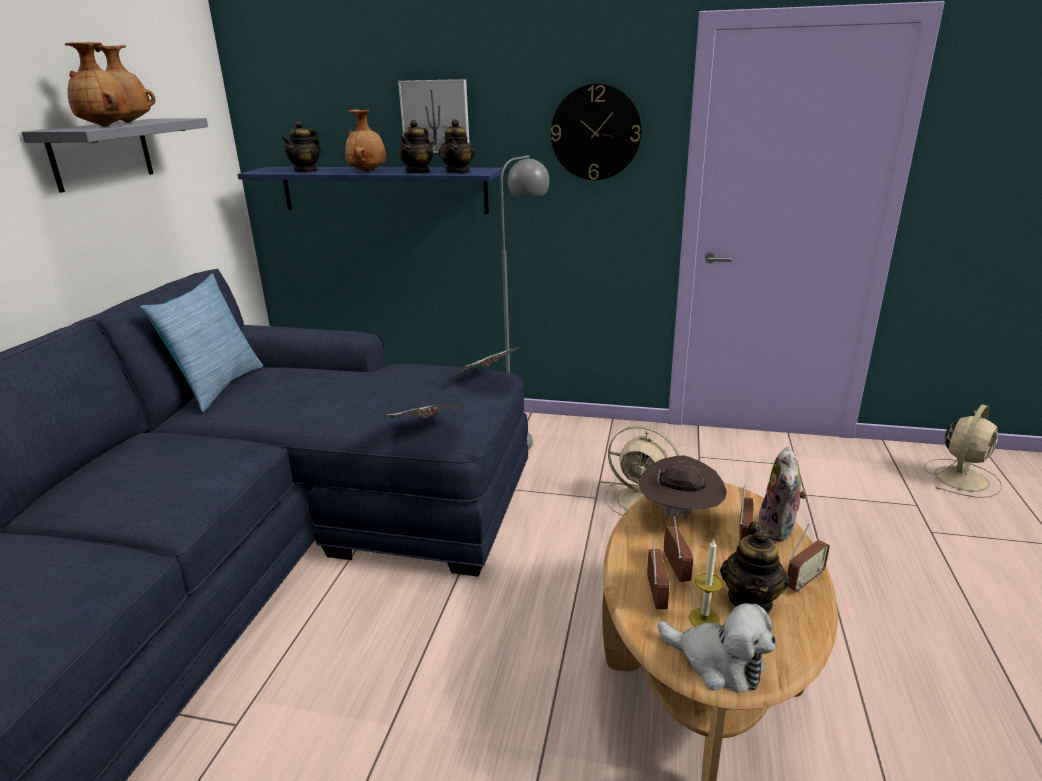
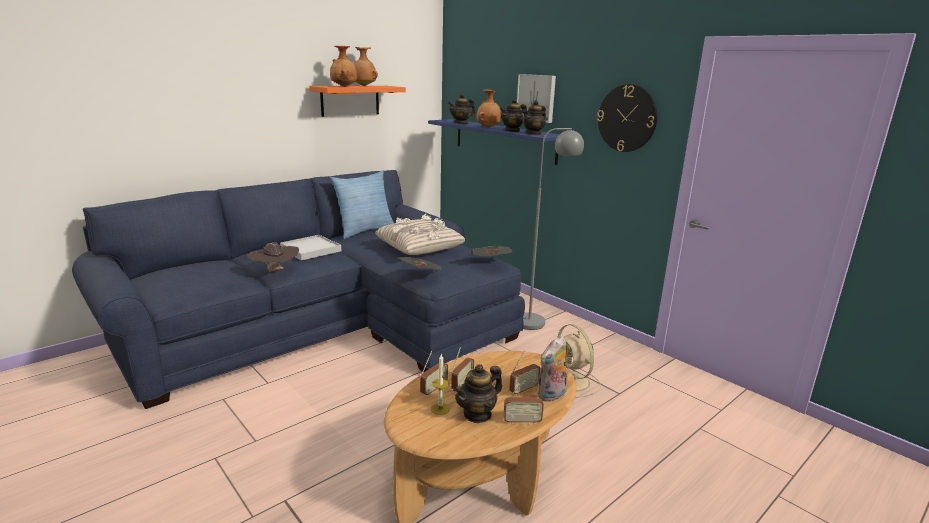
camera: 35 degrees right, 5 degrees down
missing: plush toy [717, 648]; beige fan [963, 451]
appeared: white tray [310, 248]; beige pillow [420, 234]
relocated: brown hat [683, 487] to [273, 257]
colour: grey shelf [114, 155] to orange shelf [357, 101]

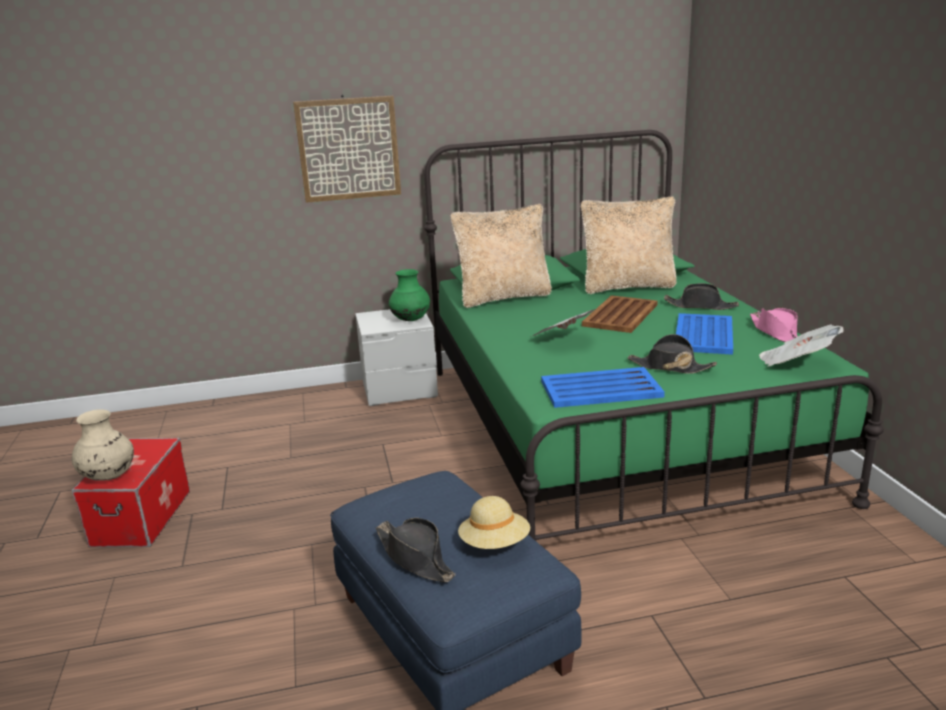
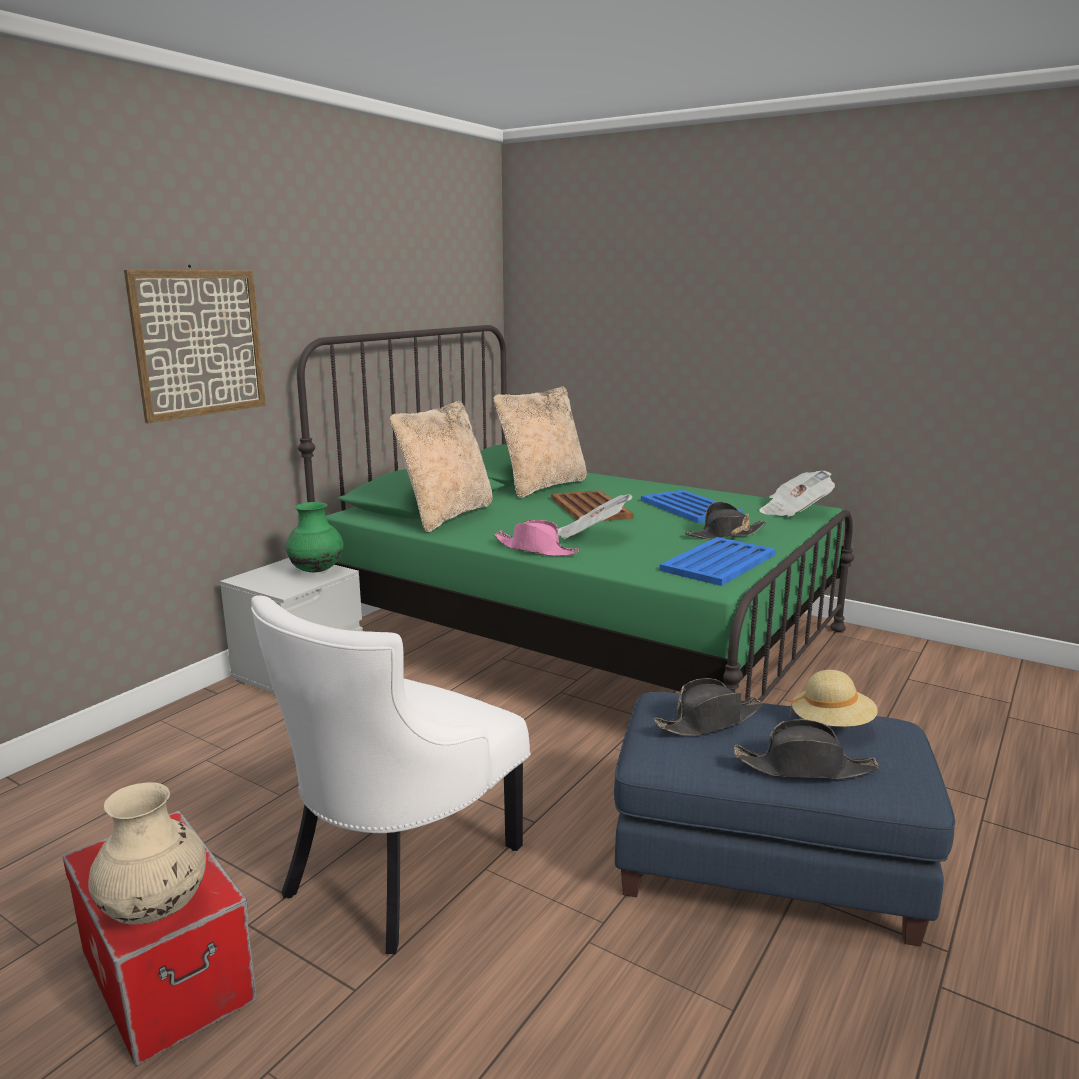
camera: 45 degrees left, 5 degrees down
appeared: white chair [391, 774]
relocated: black hat [701, 296] to [708, 707]; pink hat [774, 325] to [536, 538]

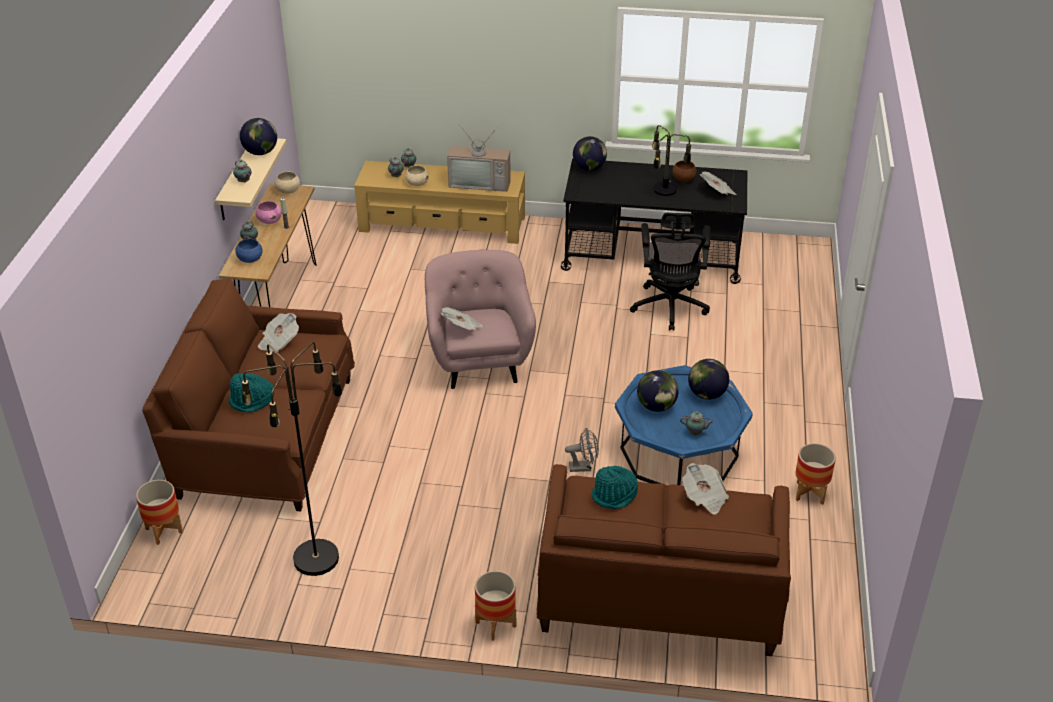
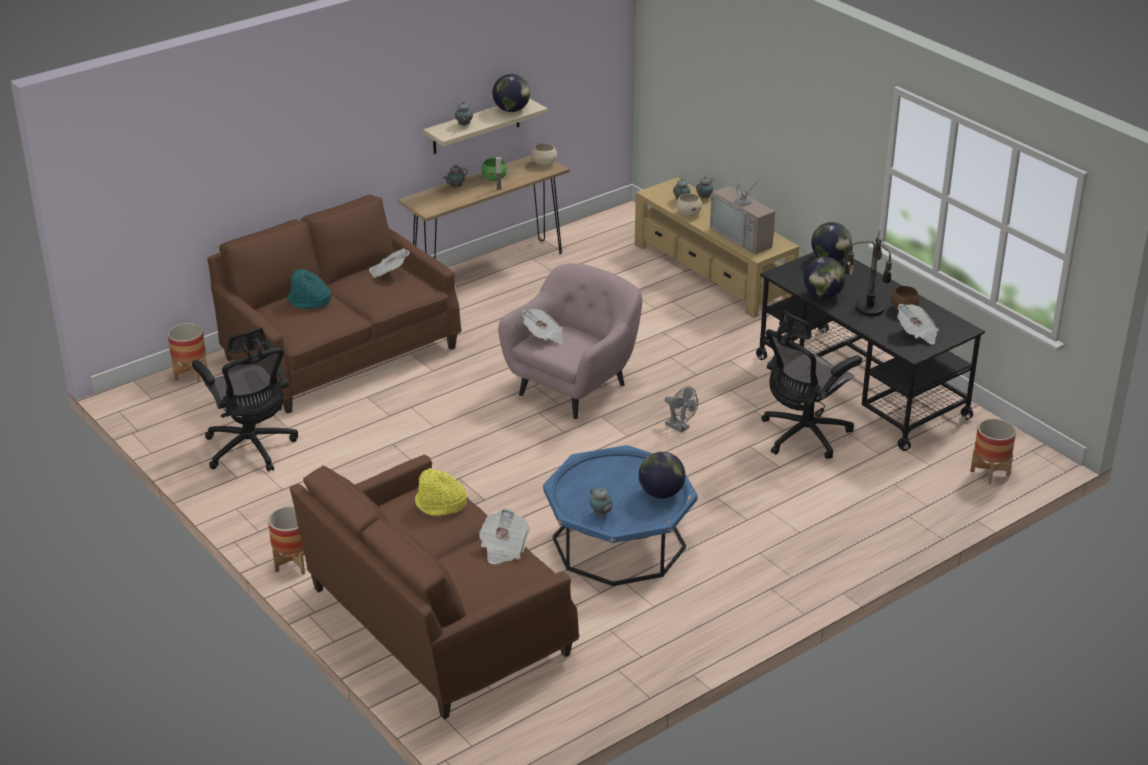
camera: 45 degrees right, 5 degrees down
missing: blue bowl [249, 251]
relocated: grey fan [582, 450] to [681, 409]; globe [658, 391] to [824, 278]; planter [815, 474] to [993, 452]
exchanged: floor lamp [292, 459] to office chair [245, 399]
colour: pink bowl [269, 212] to green bowl [494, 169]; turquoise hat [615, 487] to yellow hat [441, 492]

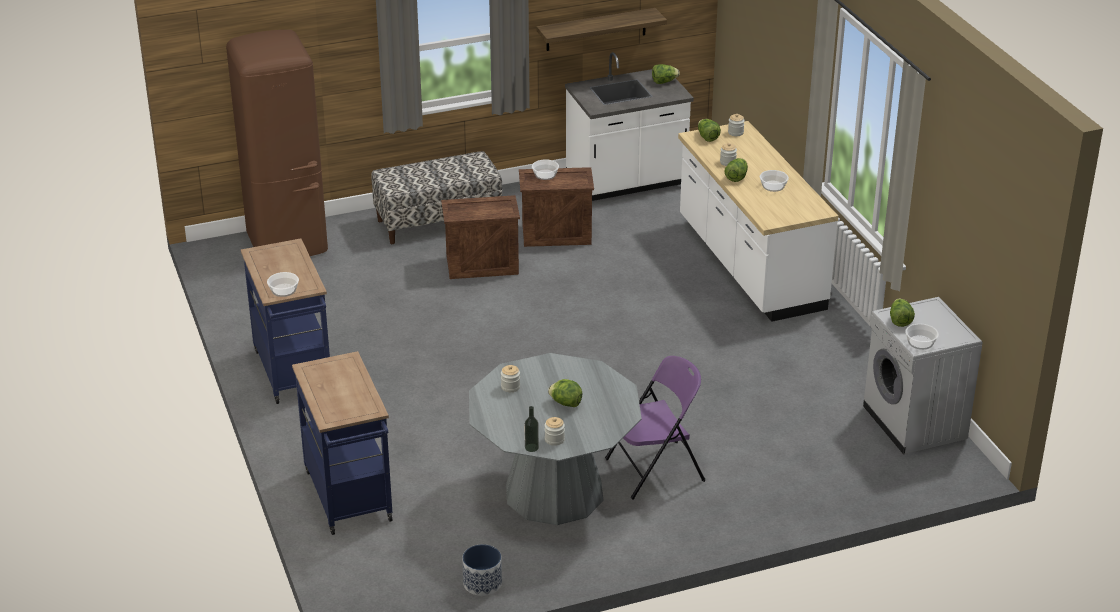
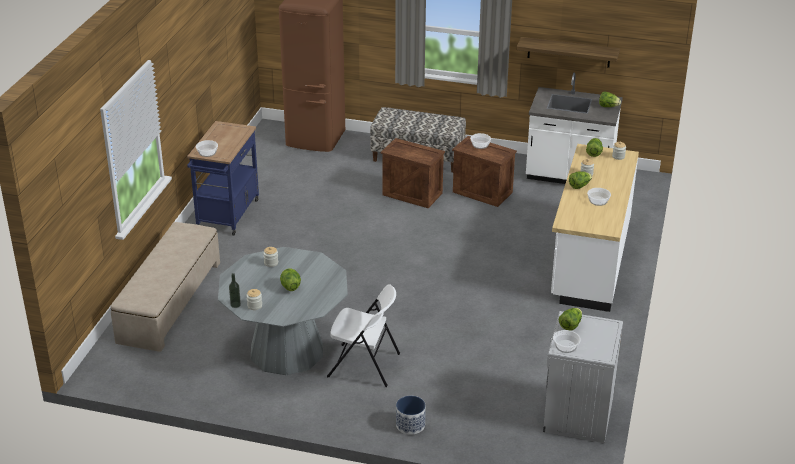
camera: 35 degrees right, 0 degrees up
relocated: planter [482, 570] to [411, 415]
exchanged: blue cart [342, 443] to beige bench [165, 287]
colour: purple chair [655, 428] to white chair [363, 335]

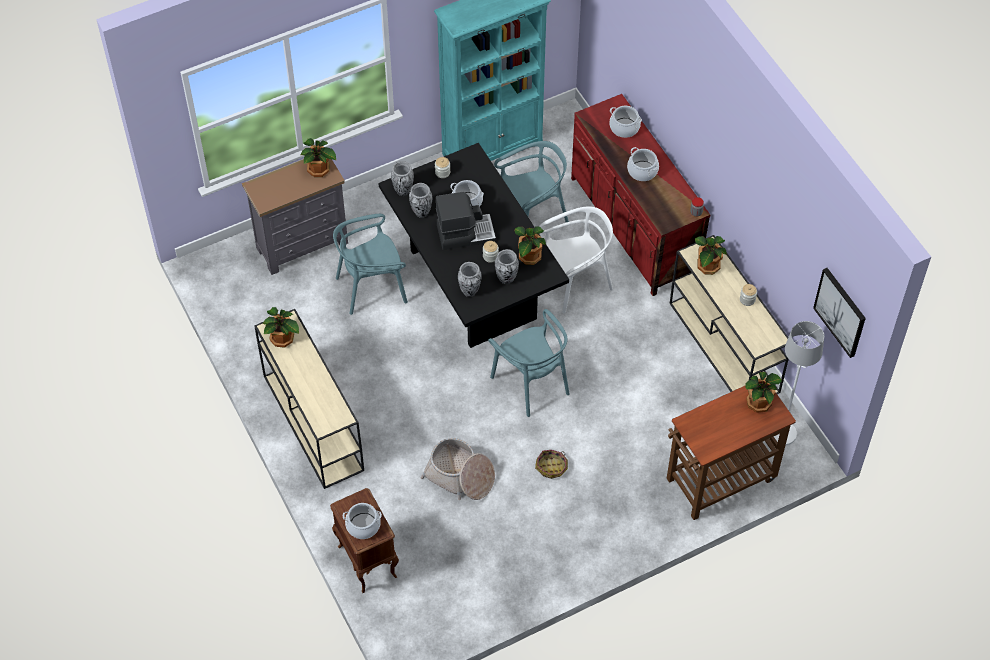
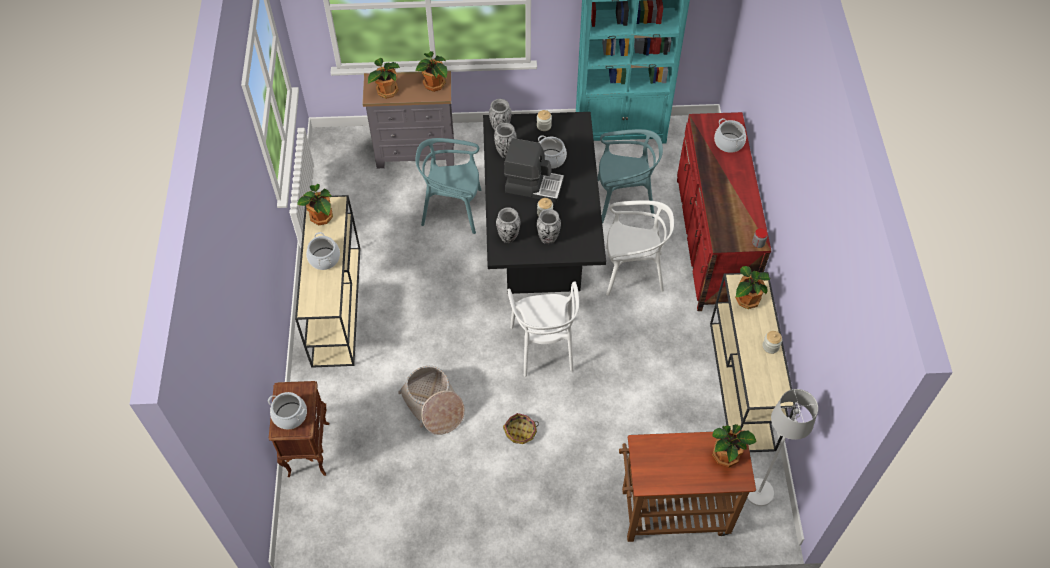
camera: 25 degrees right, 0 degrees up
missing: picture [839, 313]
relocated: potted plant [530, 245] to [384, 78]; cooking pot [643, 164] to [323, 251]
colour: turquoise chair [528, 363] to white chair [543, 329]

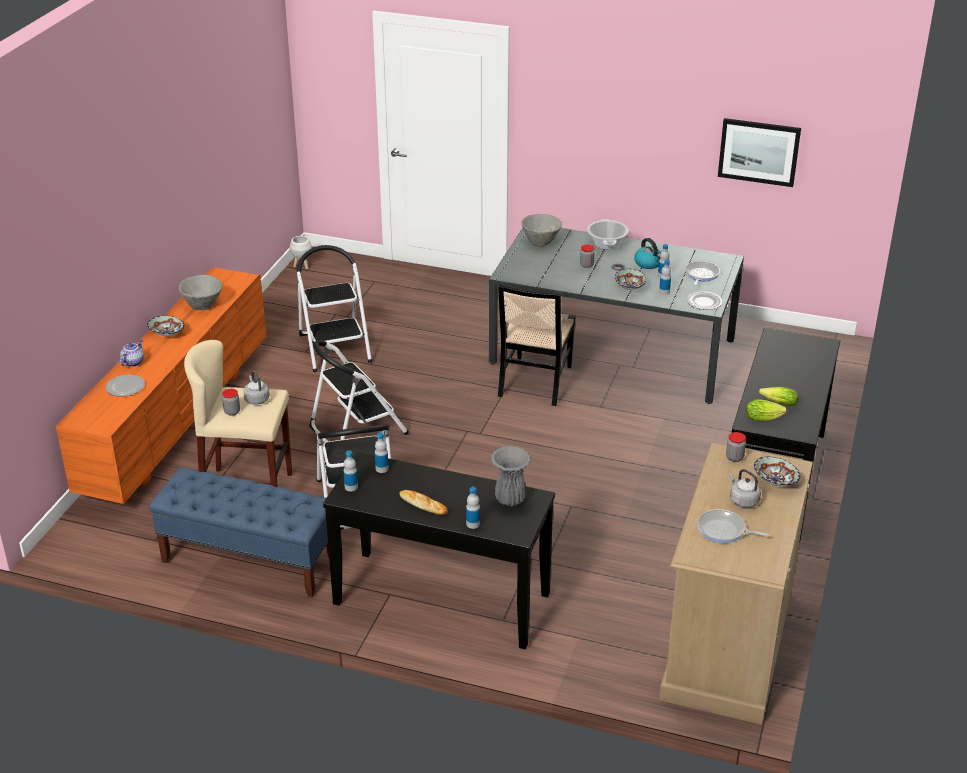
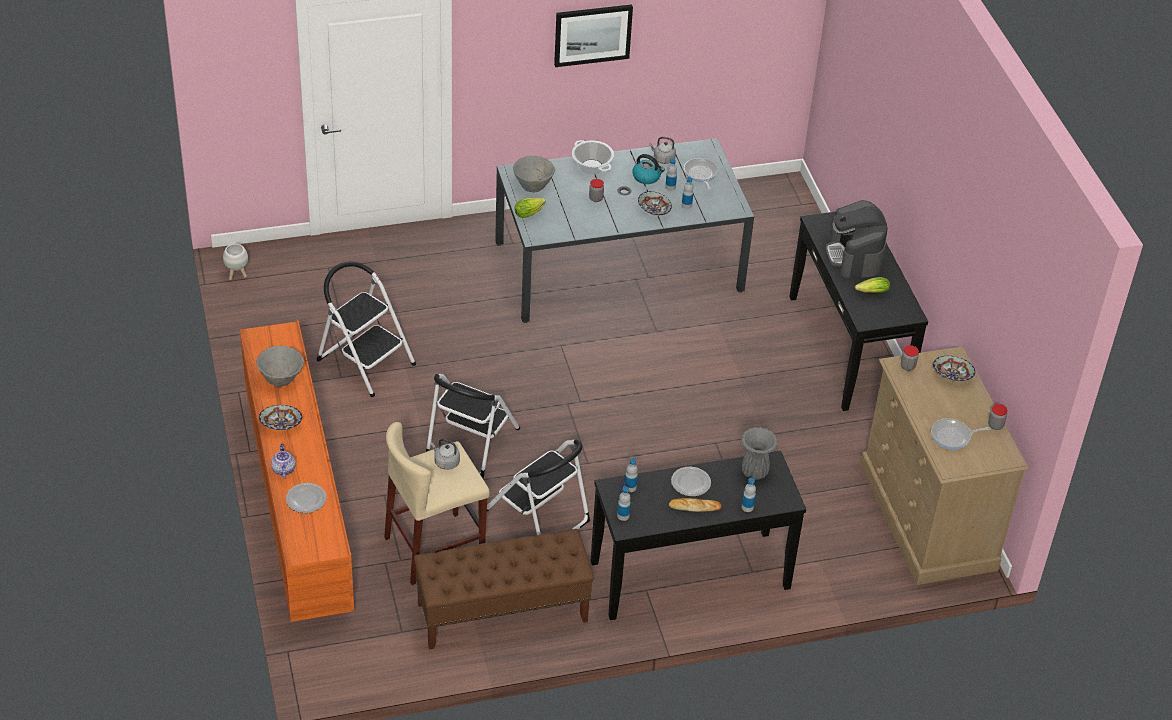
camera: 35 degrees left, 10 degrees up
missing: chair [536, 345]
appeared: coffee machine [856, 239]
relocated: jar [231, 402] to [998, 417]; plate [704, 300] to [691, 481]; picture [759, 152] to [593, 35]; grey kettle [745, 488] to [662, 150]; lettuce [766, 410] to [530, 207]
colour: blue bench [239, 532] to brown bench [504, 589]

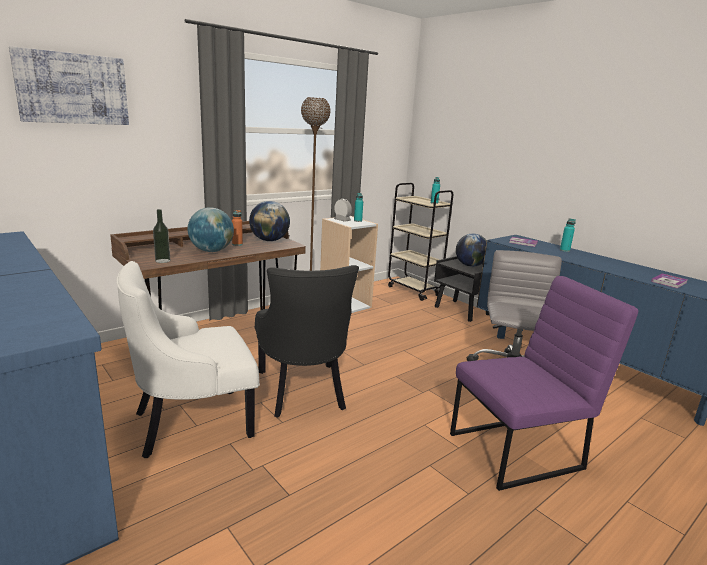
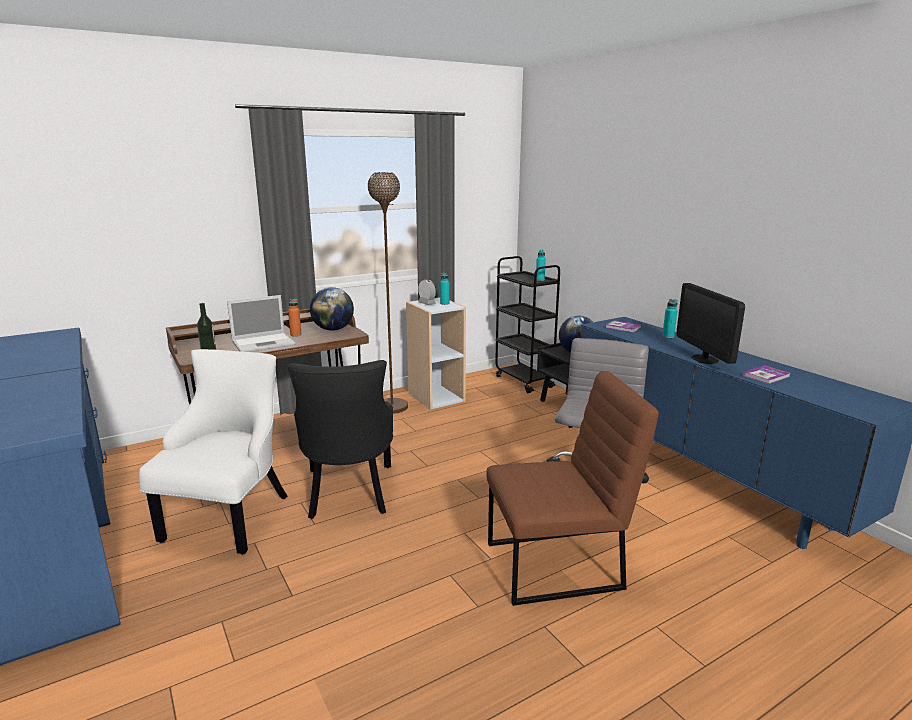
camera: 10 degrees right, 0 degrees up
missing: picture [69, 85]
appeared: monitor [710, 323]
exchanged: globe [211, 229] to laptop [261, 323]
colour: beige cart [420, 242] to black cart [527, 324]; purple chair [544, 383] to brown chair [572, 488]
spun: white chair [188, 359] = [213, 452] 120 degrees clockwise

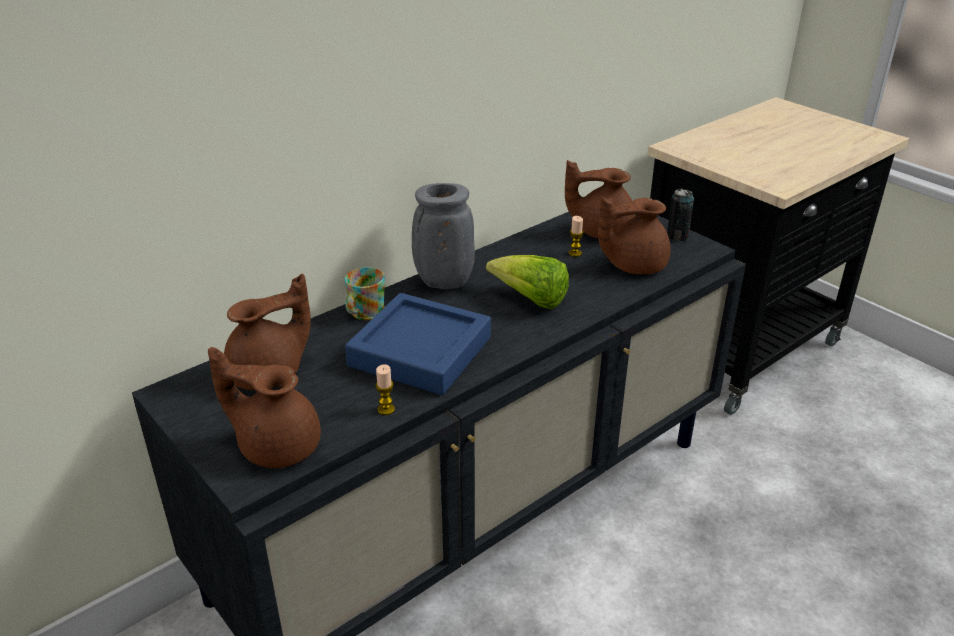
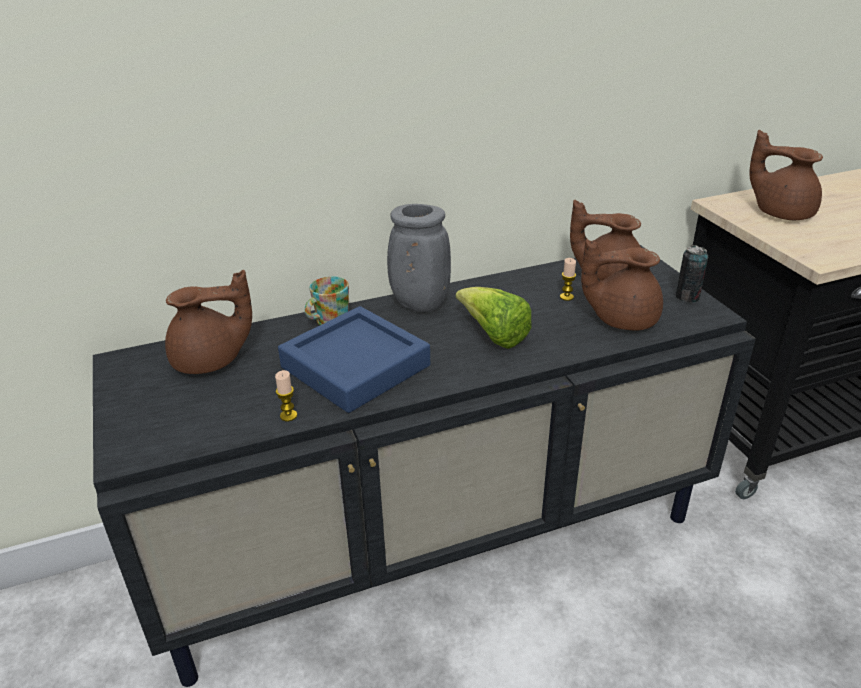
camera: 20 degrees right, 0 degrees up
relocated: brown teapot [264, 407] to [786, 175]

